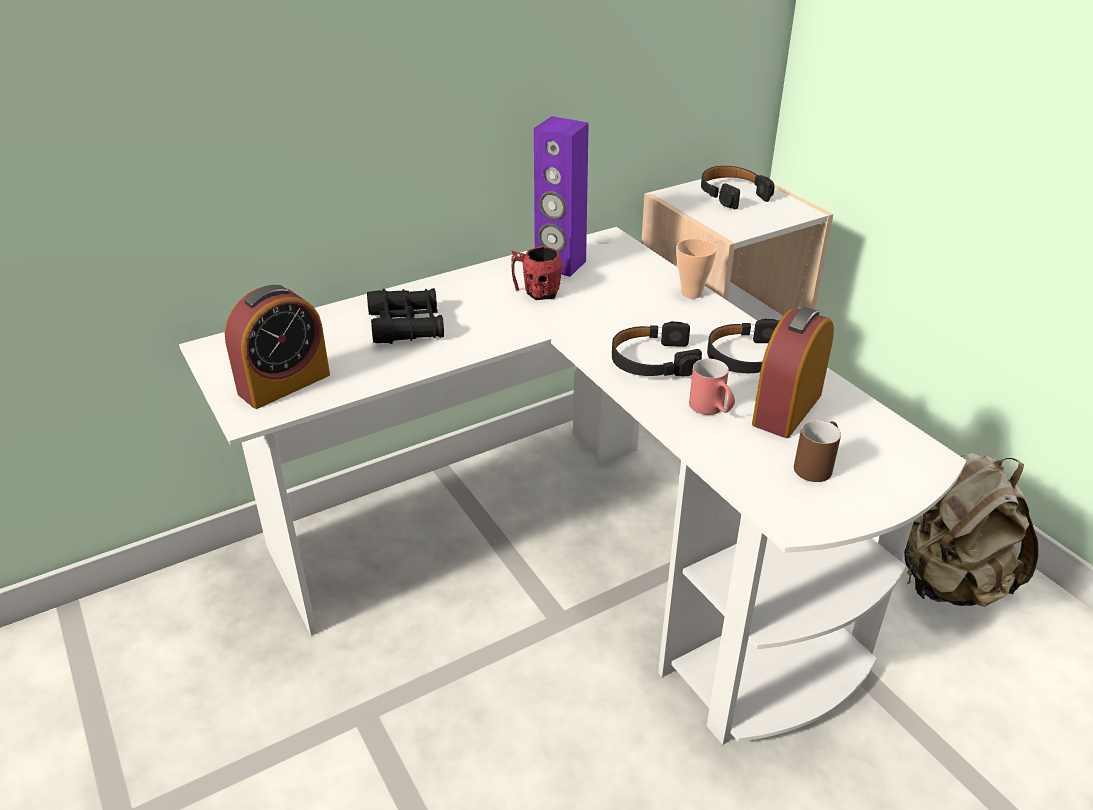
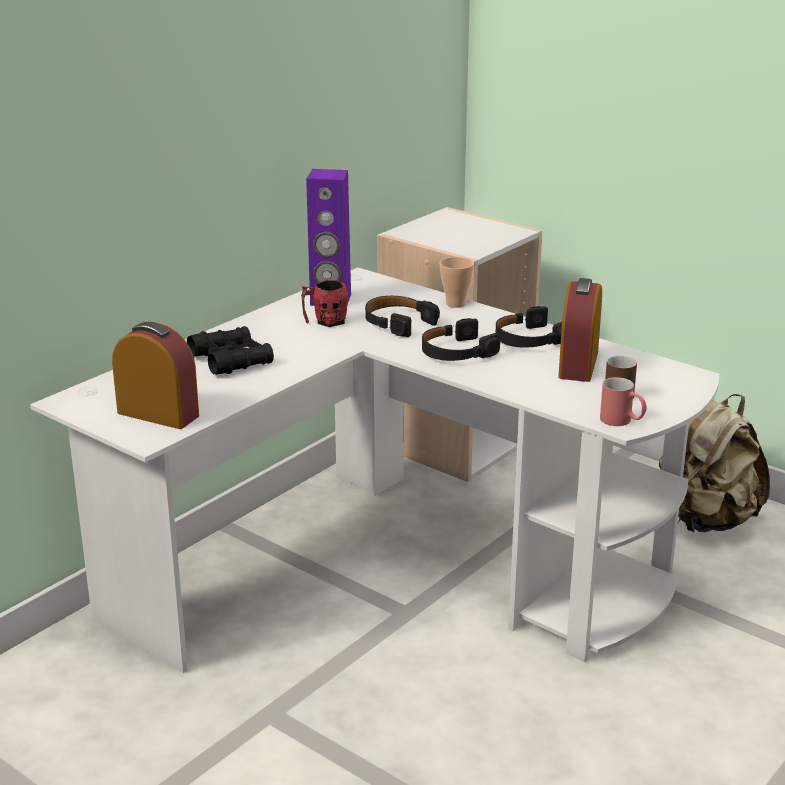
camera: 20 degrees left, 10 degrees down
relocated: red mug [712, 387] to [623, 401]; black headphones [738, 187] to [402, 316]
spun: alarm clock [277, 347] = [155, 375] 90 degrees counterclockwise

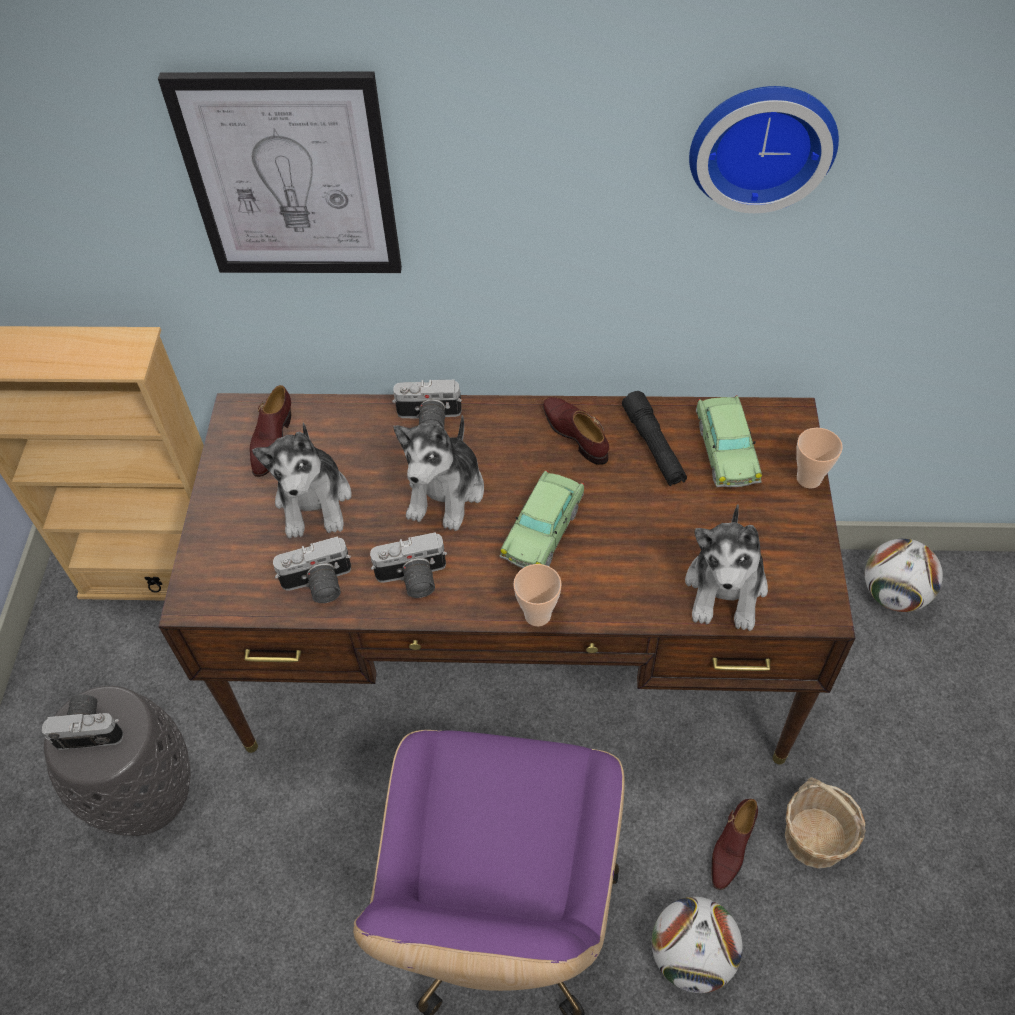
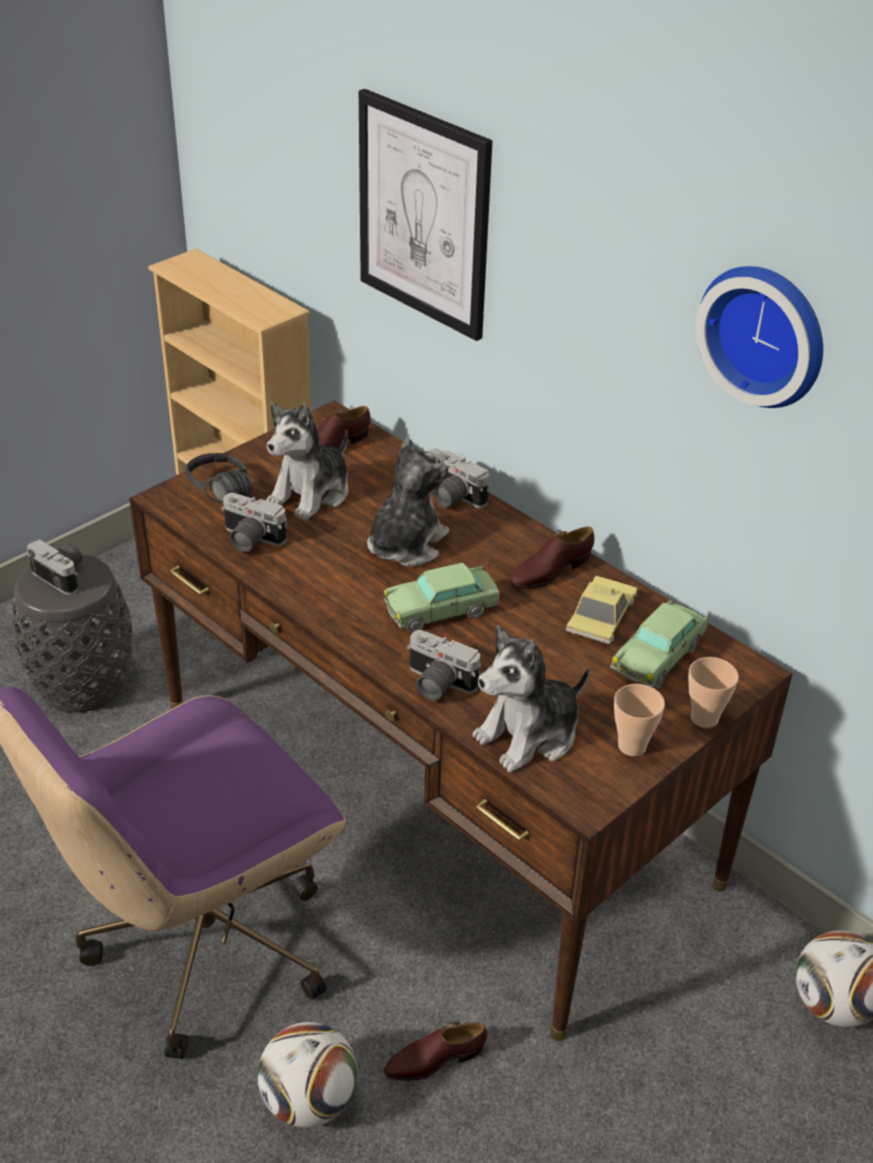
camera: 40 degrees right, 15 degrees down
missing: basket [825, 823]
appeared: black headphones [219, 478]
relocated: photo camera [408, 565] to [443, 665]; cup [537, 595] to [639, 720]
exchanged: black flashlight [654, 439] to toy car [602, 610]
spun: plush toy [438, 473] = [408, 502] 150 degrees clockwise; brown shoe [576, 431] = [552, 558] 135 degrees counterclockwise

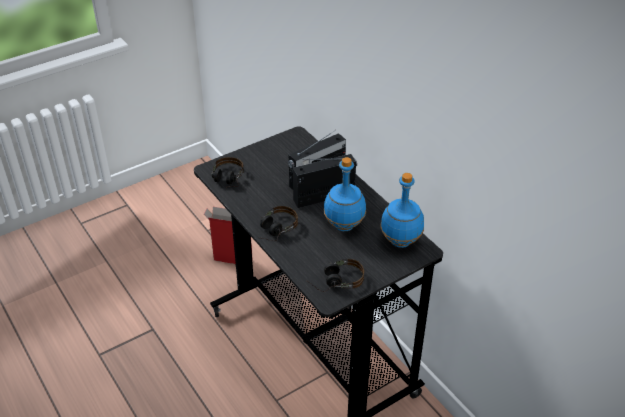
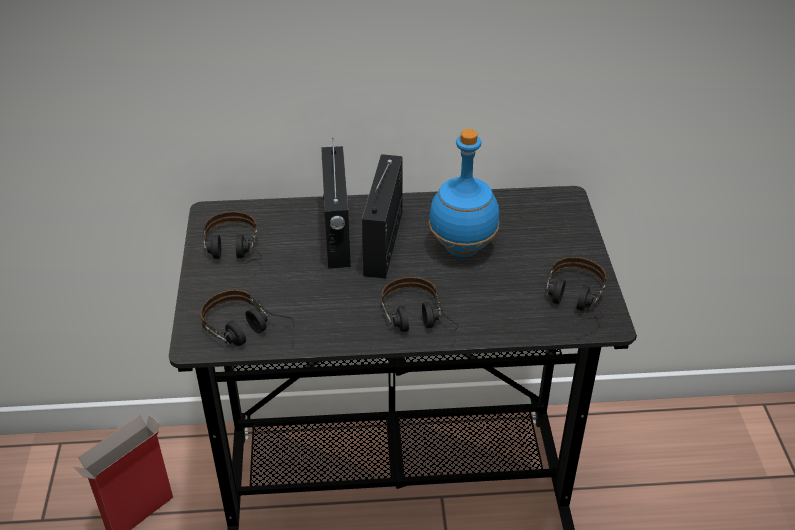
camera: 60 degrees left, 0 degrees up
missing: blue bottle [402, 210]
appeared: headphones [232, 237]

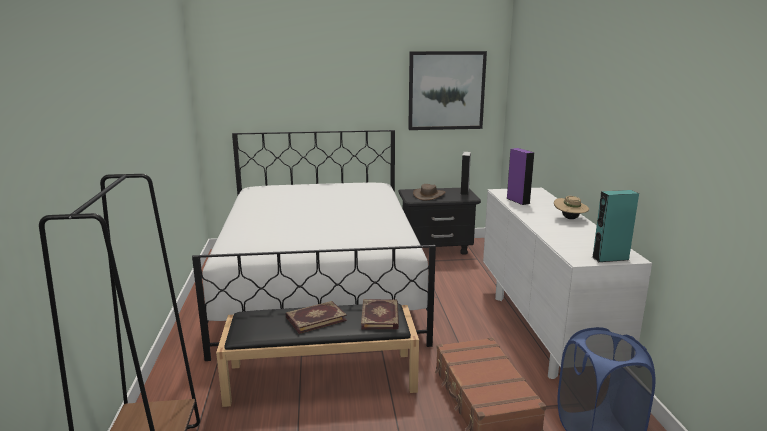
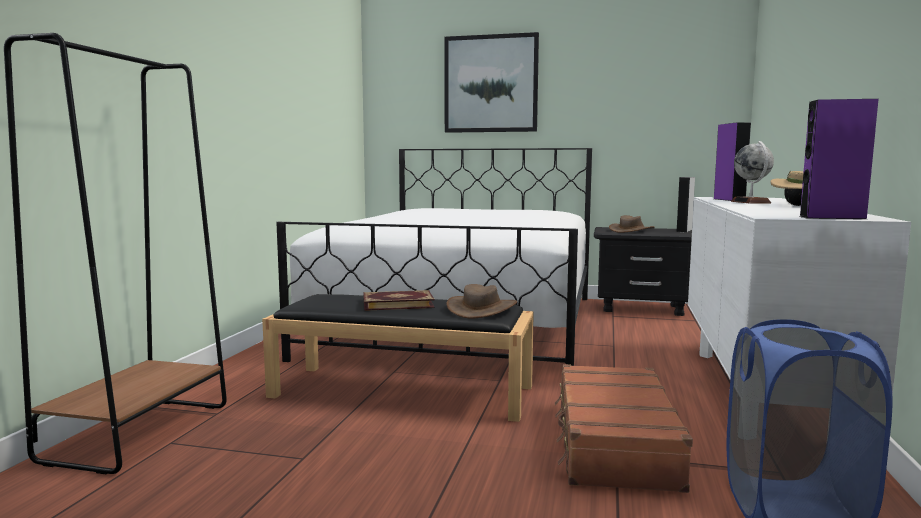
camera: 20 degrees right, 10 degrees down
appeared: globe [752, 172]
relocated: picture [447, 90] to [491, 82]
exchanged: book [380, 314] to brown hat [481, 301]
colour: turquoise speaker [615, 226] to purple speaker [838, 159]

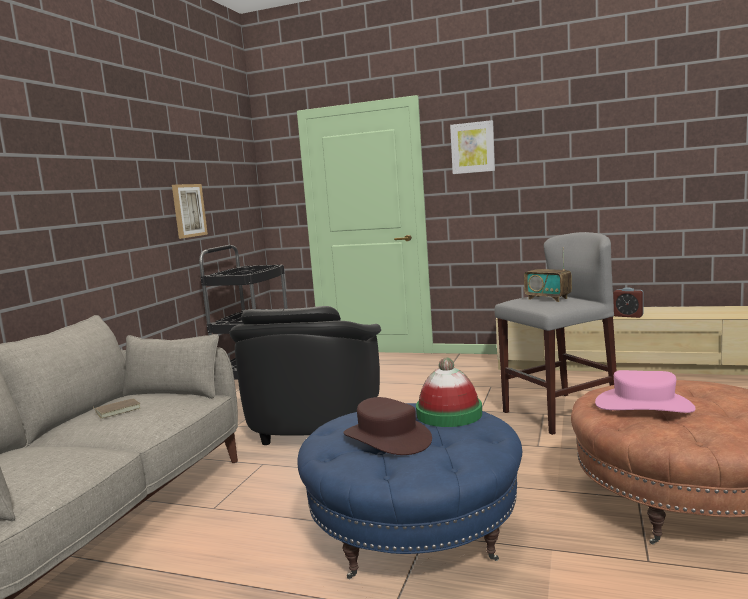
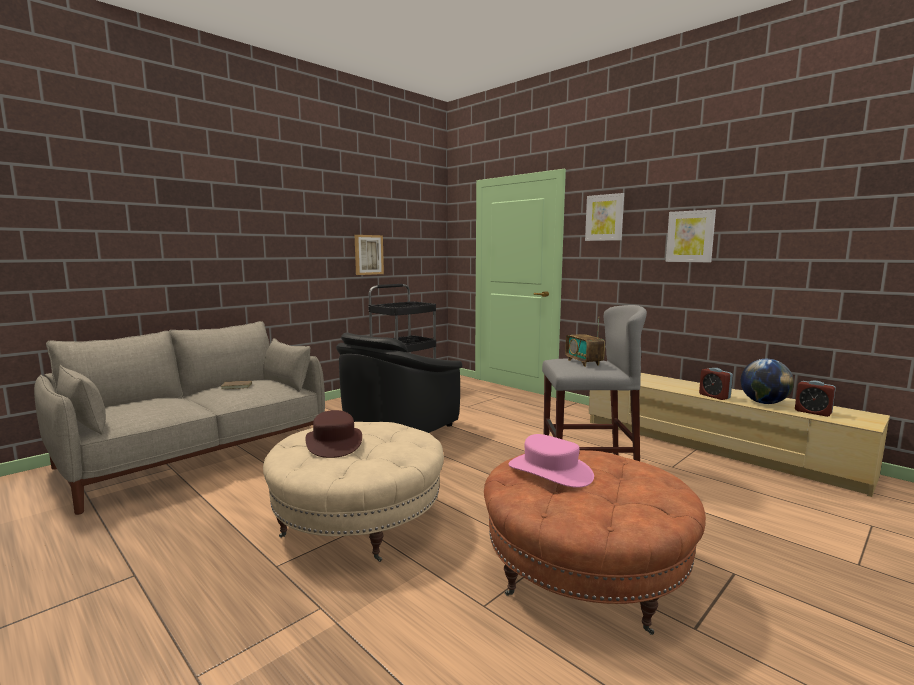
camera: 25 degrees right, 0 degrees up
missing: hat [449, 392]
appeared: picture [691, 235]; globe [767, 381]; alarm clock [815, 399]
colour: blue ottoman [409, 491] to beige ottoman [353, 492]

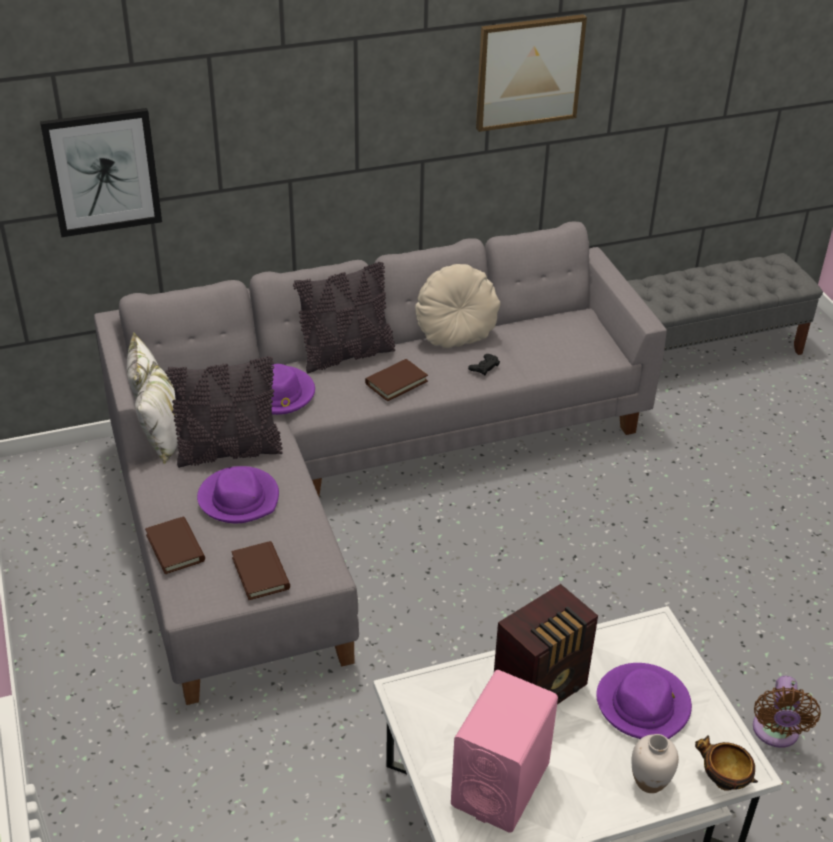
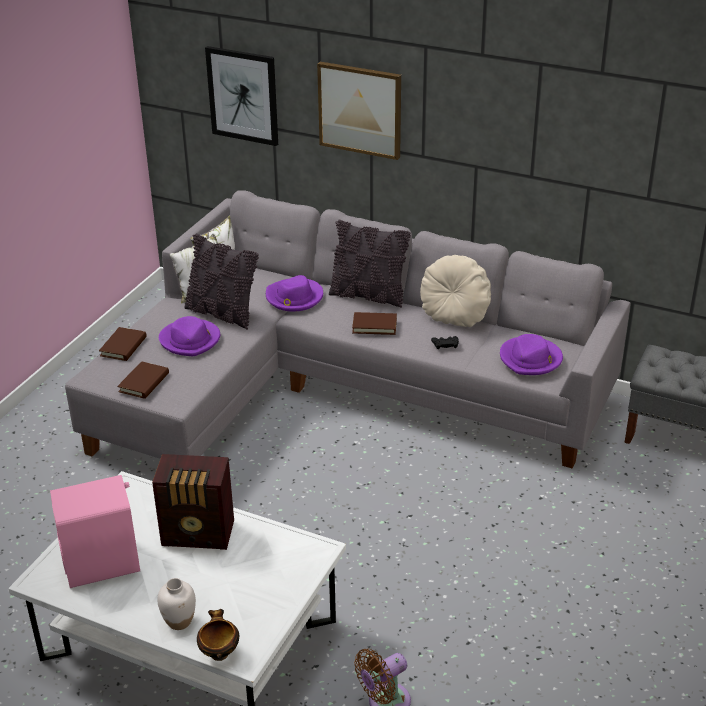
camera: 45 degrees right, 5 degrees down
relocated: picture [531, 73] to [359, 111]; purple hat [644, 701] to [531, 354]

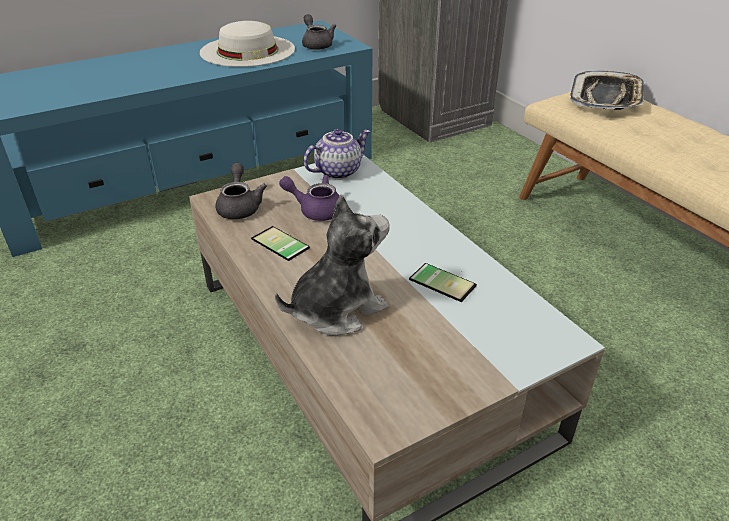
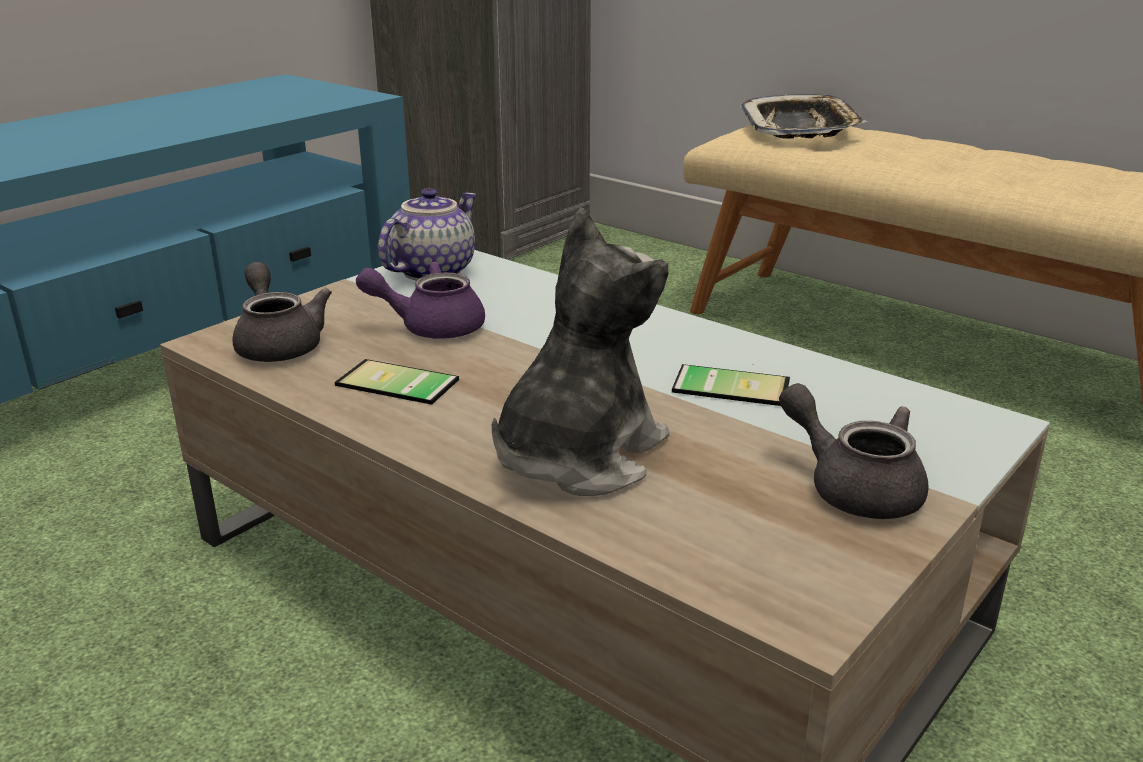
camera: 20 degrees left, 10 degrees down
missing: white hat [247, 44]
relocated: grey teapot [319, 32] to [854, 451]

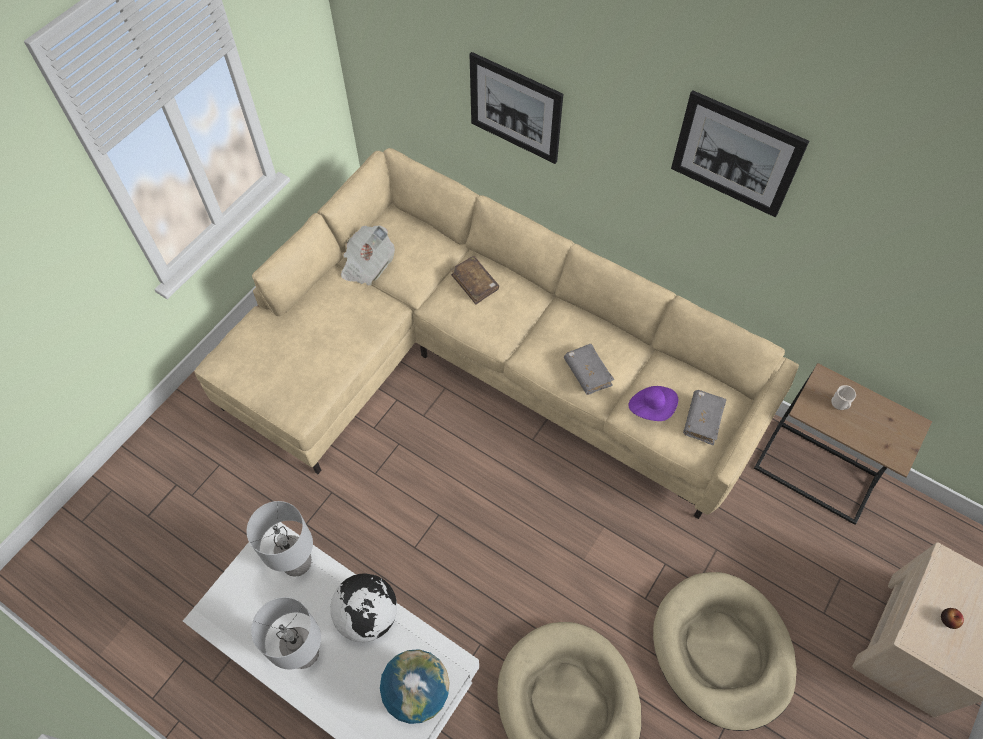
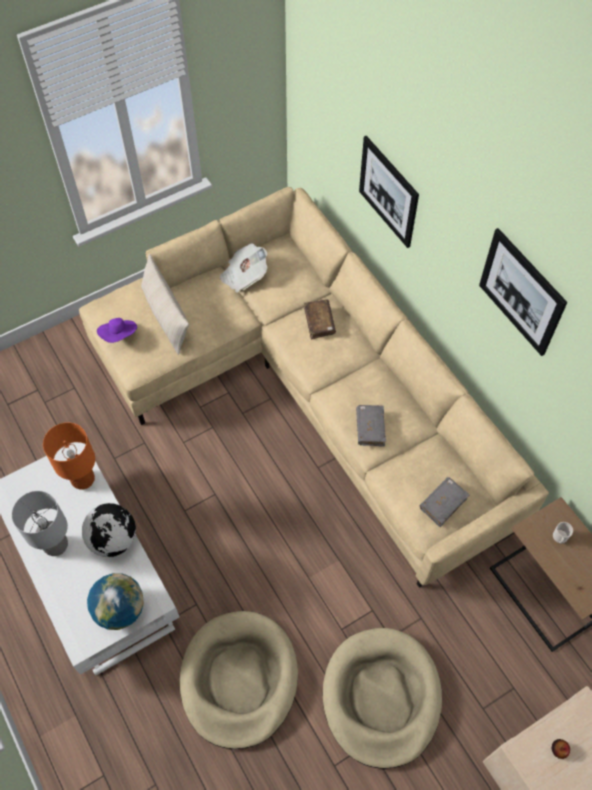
camera: 25 degrees right, 0 degrees up
appeared: beige pillow [165, 304]
relocated: purple hat [653, 403] to [117, 330]
colour: grey table lamp [280, 539] to orange table lamp [69, 456]

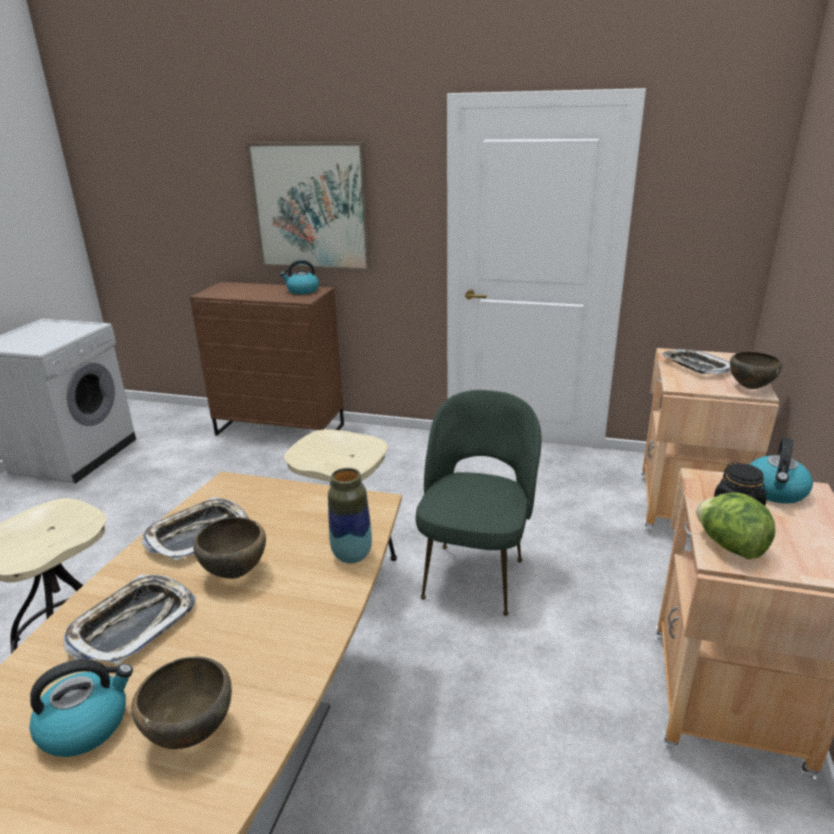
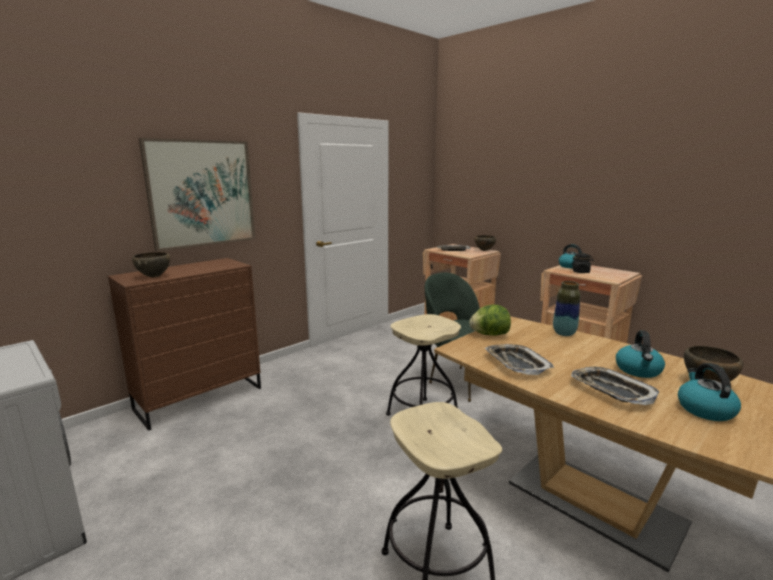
camera: 60 degrees left, 10 degrees down
relocated: brown bowl [229, 548] to [151, 265]; kettle [299, 277] to [640, 354]; lettuce [736, 526] to [490, 320]

